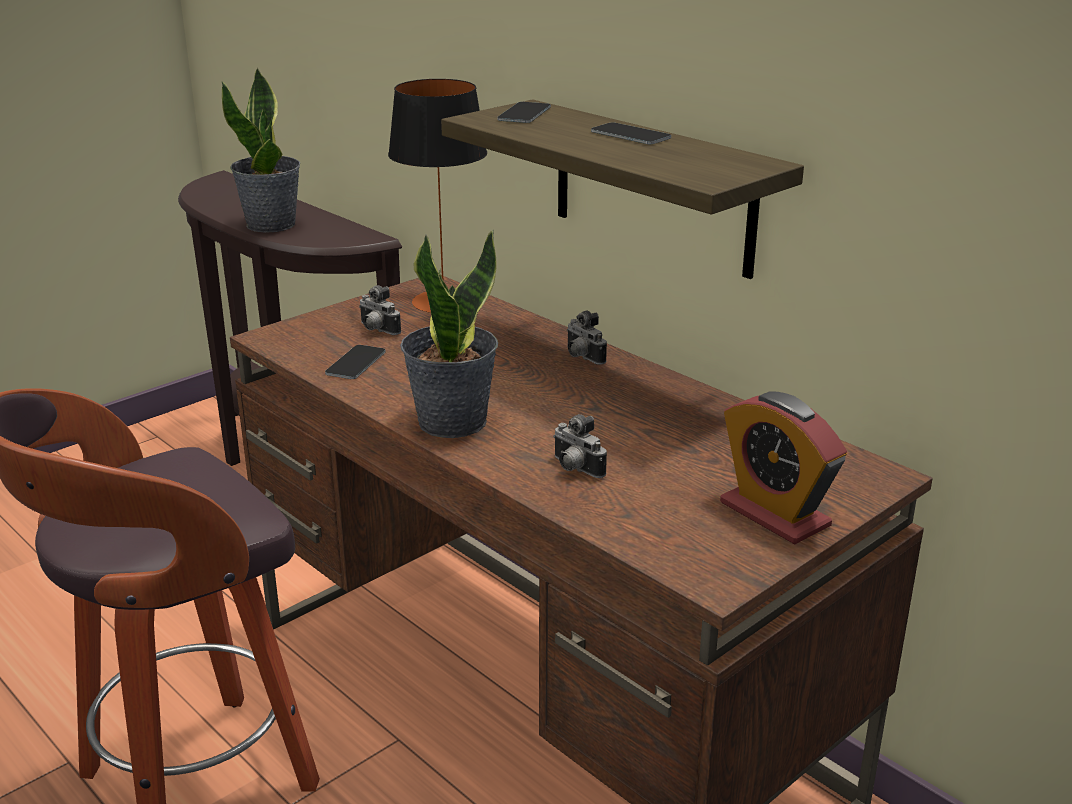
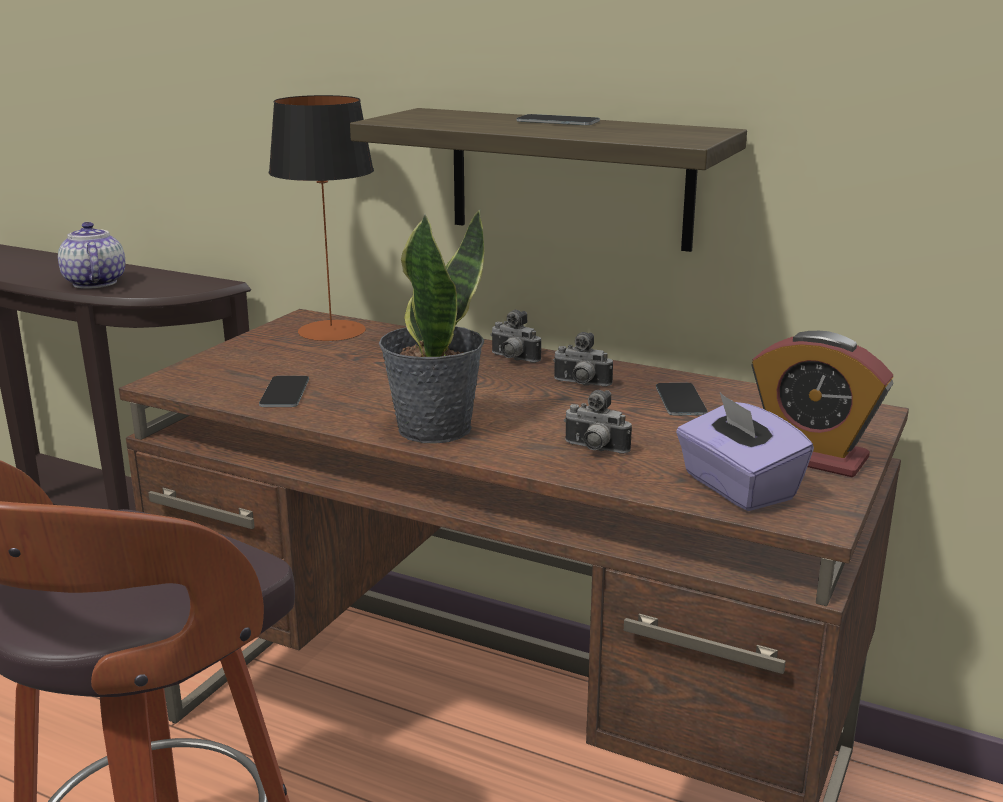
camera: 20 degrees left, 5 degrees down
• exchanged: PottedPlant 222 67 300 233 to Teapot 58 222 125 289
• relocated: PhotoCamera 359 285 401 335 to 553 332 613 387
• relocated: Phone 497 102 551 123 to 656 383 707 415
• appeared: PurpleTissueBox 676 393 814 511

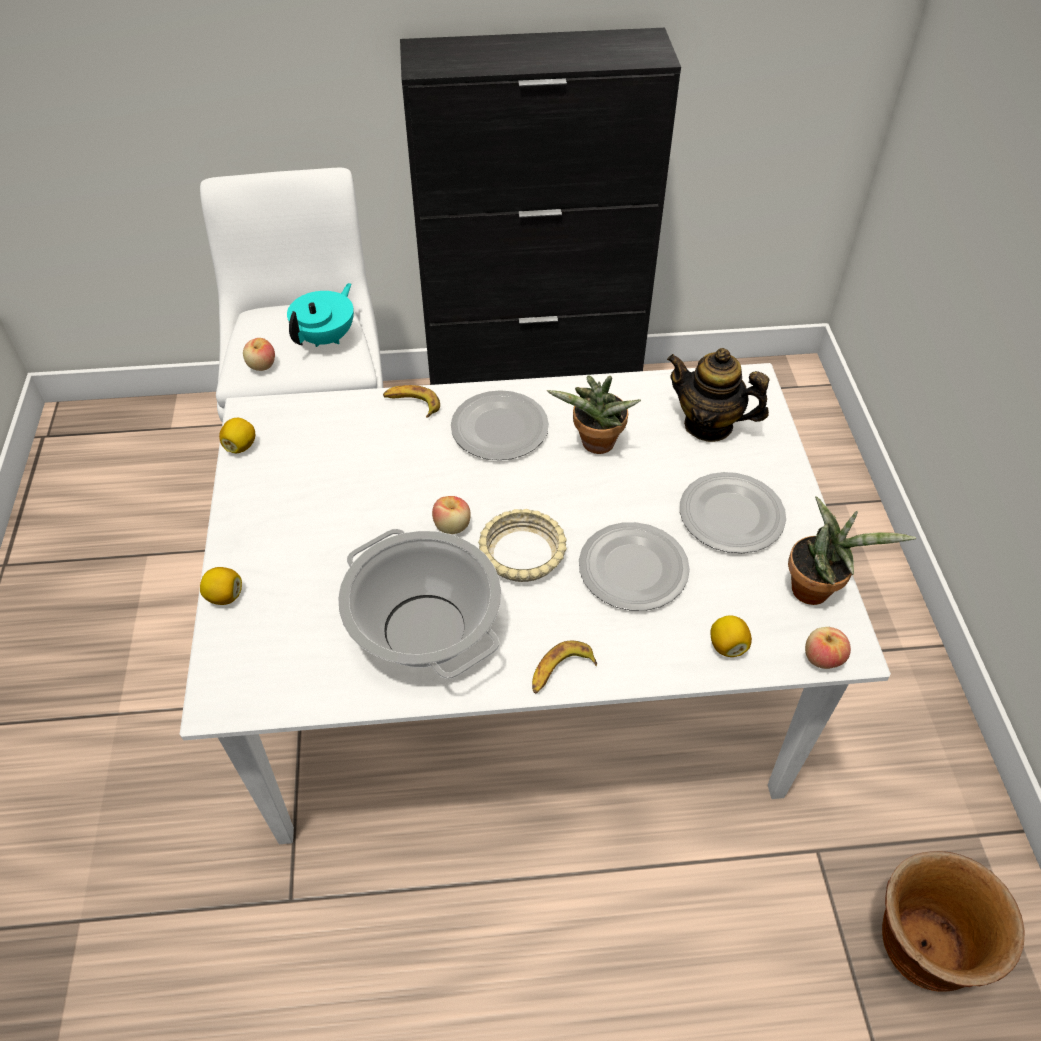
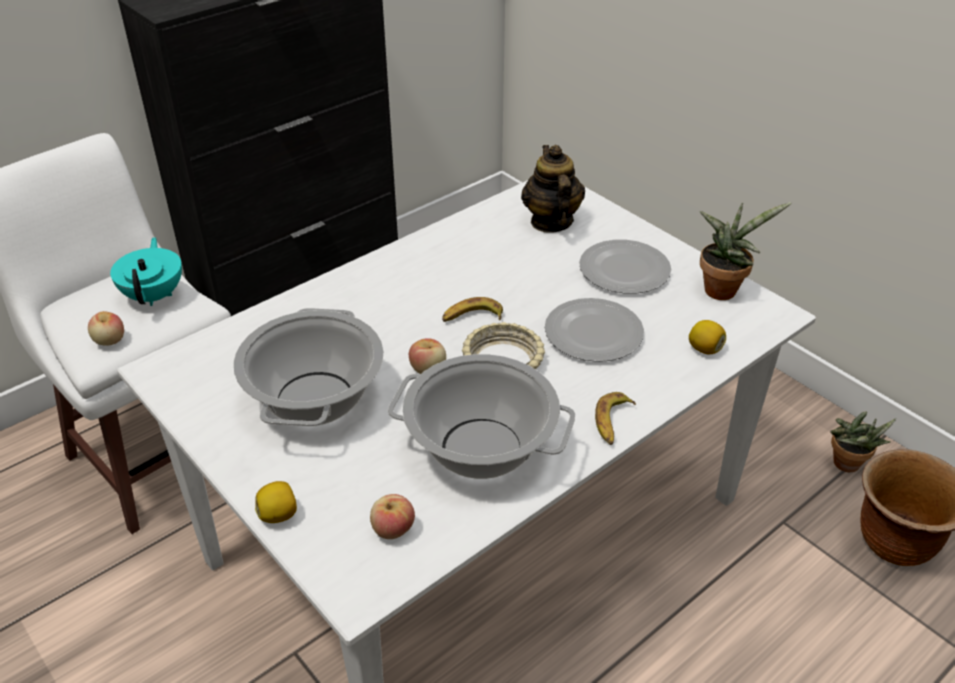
camera: 35 degrees left, 10 degrees down
• appeared: CookingPot 233 308 384 426
• relocated: Apple 805 627 851 669 to 370 494 415 539
• relocated: Banana 383 385 440 418 to 442 297 503 322
• spun: Teapot 667 348 769 442 = 521 145 585 233 90 degrees clockwise
• relocated: PottedPlant 547 375 641 454 to 830 411 896 473
• missing: Lemon 219 418 255 453
• missing: Plate 451 390 549 460

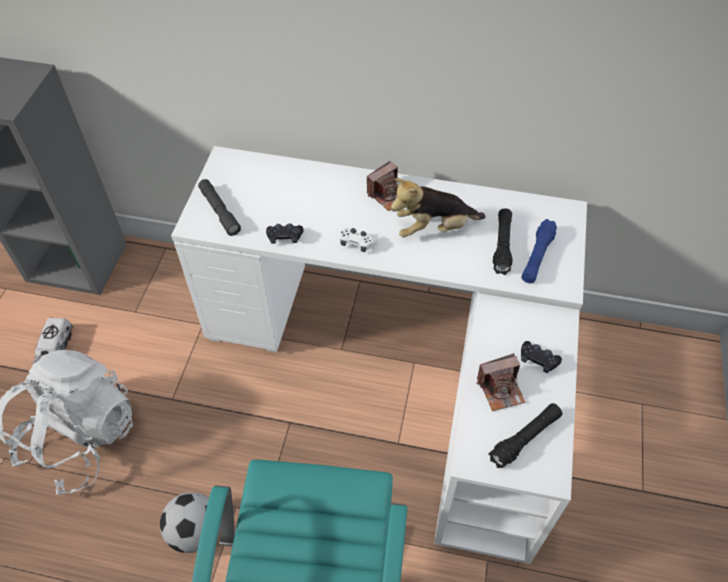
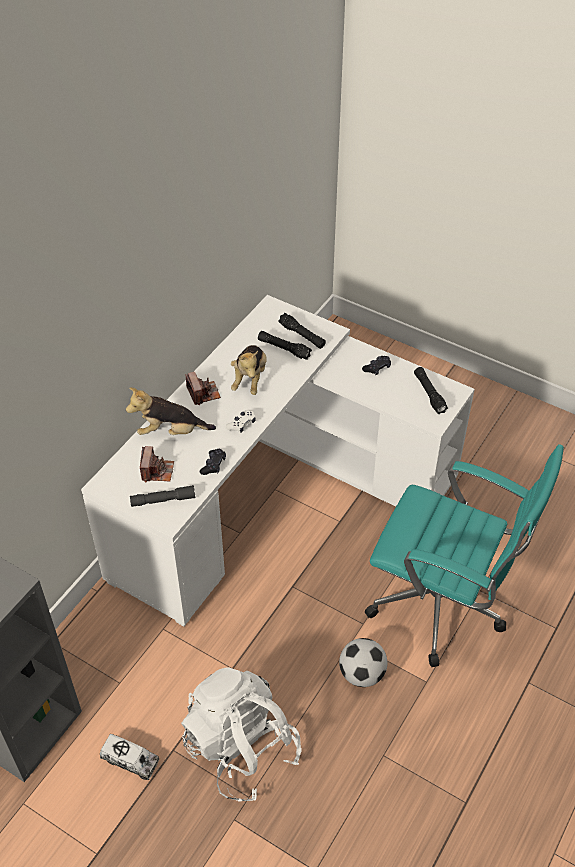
camera: 70 degrees left, 5 degrees down
• appeared: PlushToy 126 387 216 435
• relocated: PhotoCamera 477 353 525 411 to 140 446 174 482
• colour: BlueFlashlight 522 219 557 283 to BlackFlashlight 278 313 326 349

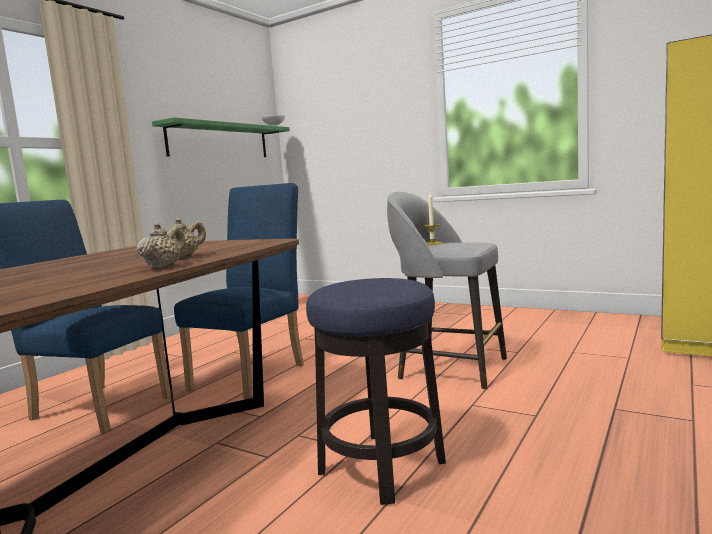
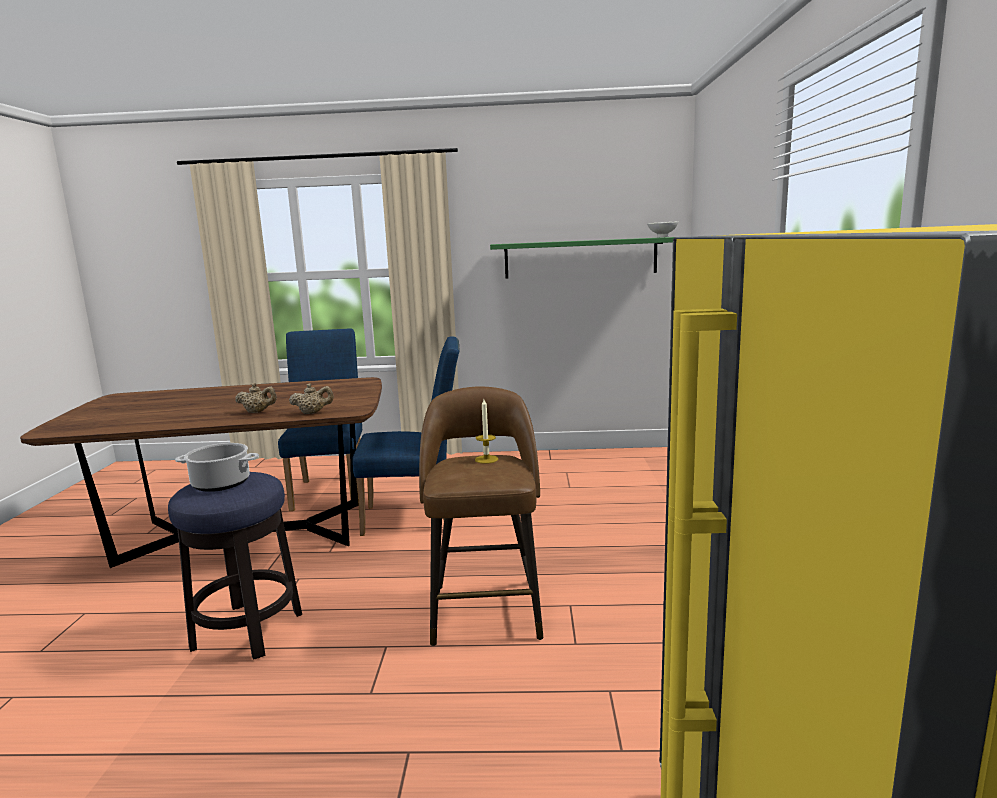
camera: 60 degrees right, 5 degrees up
• appeared: CookingPot 175 443 259 492
• relocated: BeigeTeapot 137 222 185 269 to 289 384 334 414
• colour: GreyStool 387 192 507 390 to BrownStool 419 387 543 646

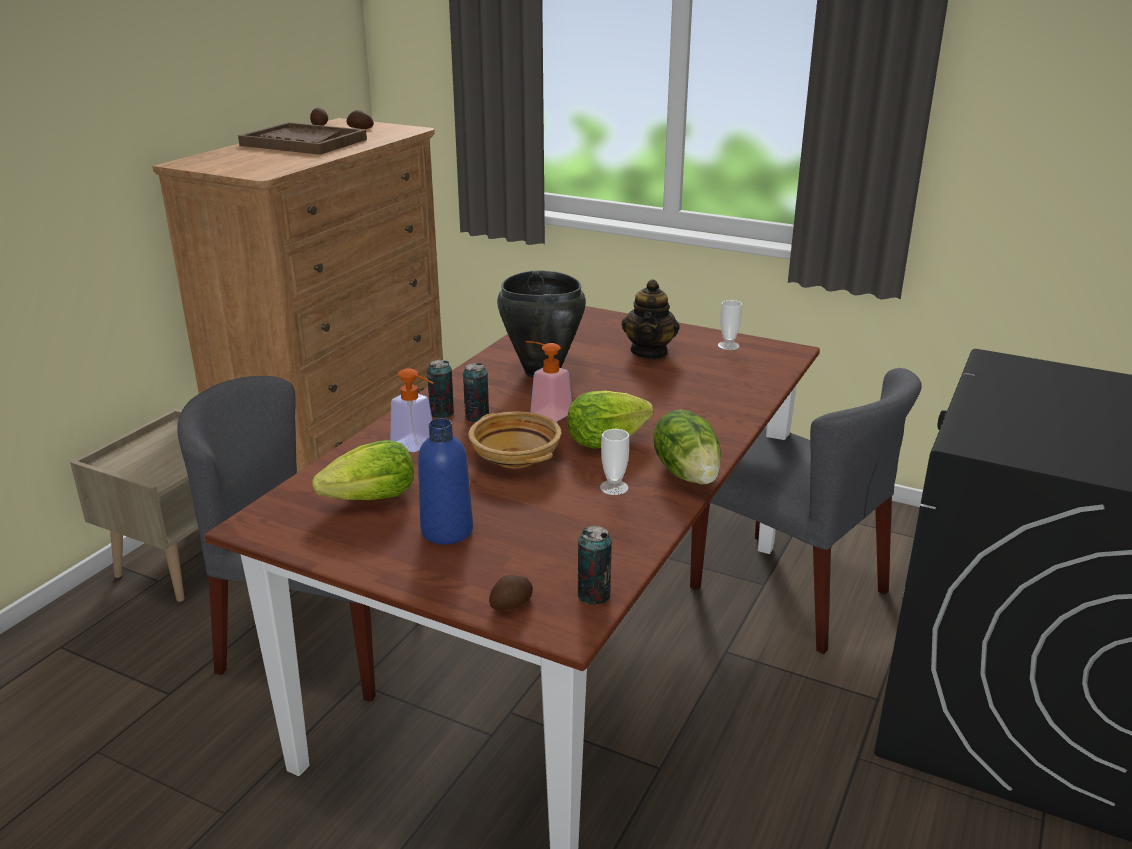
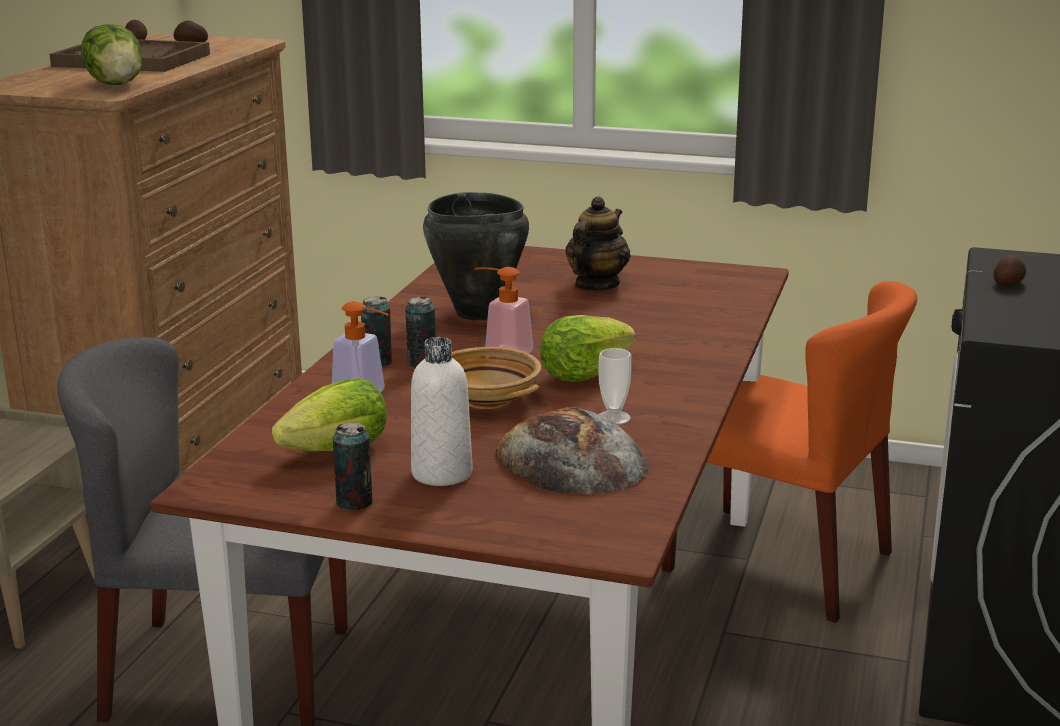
camera: 10 degrees left, 5 degrees down
• relocated: Lettuce 654 409 721 484 to 81 24 142 85
• relocated: Can 578 526 612 605 to 333 422 373 510
• colour: BlueBottle 418 418 473 544 to WhiteBottle 411 337 473 486
• appeared: Bread 495 407 649 495
• spun: Teapot 622 279 680 359 = 565 196 631 290 150 degrees counterclockwise
• colour: GreyChair 690 368 922 654 to OrangeChair 662 281 917 623
• relocated: Potato 489 575 533 610 to 994 255 1026 285
• missing: Cup 718 300 742 350

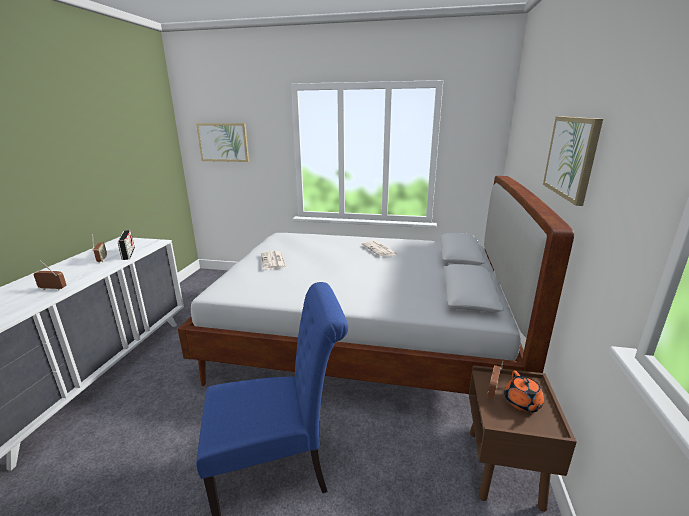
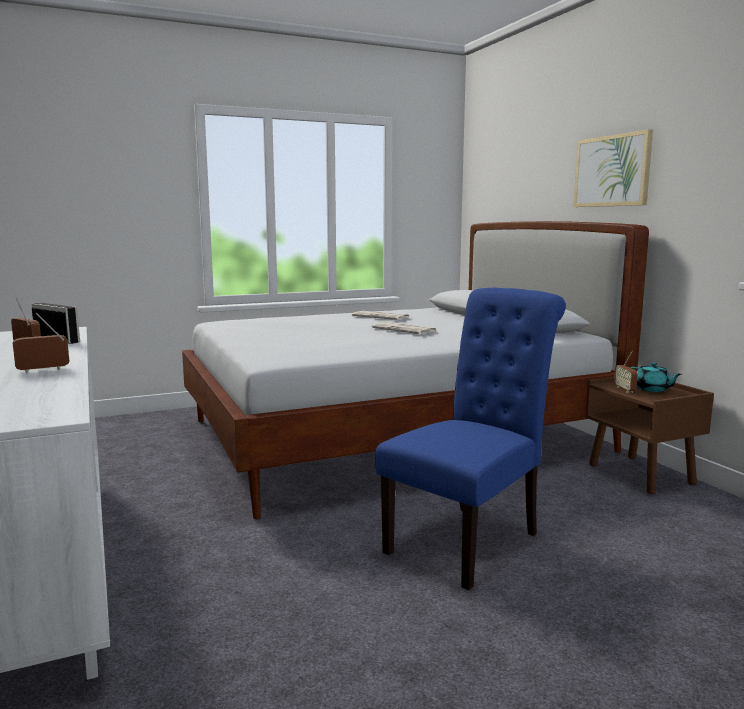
camera: 35 degrees left, 10 degrees down
• relocated: Newspaper 261 251 287 270 to 372 322 436 334
• colour: OrangeTeapot 504 371 544 412 to TurquoiseTeapot 630 363 682 392
• missing: Picture 196 123 249 162

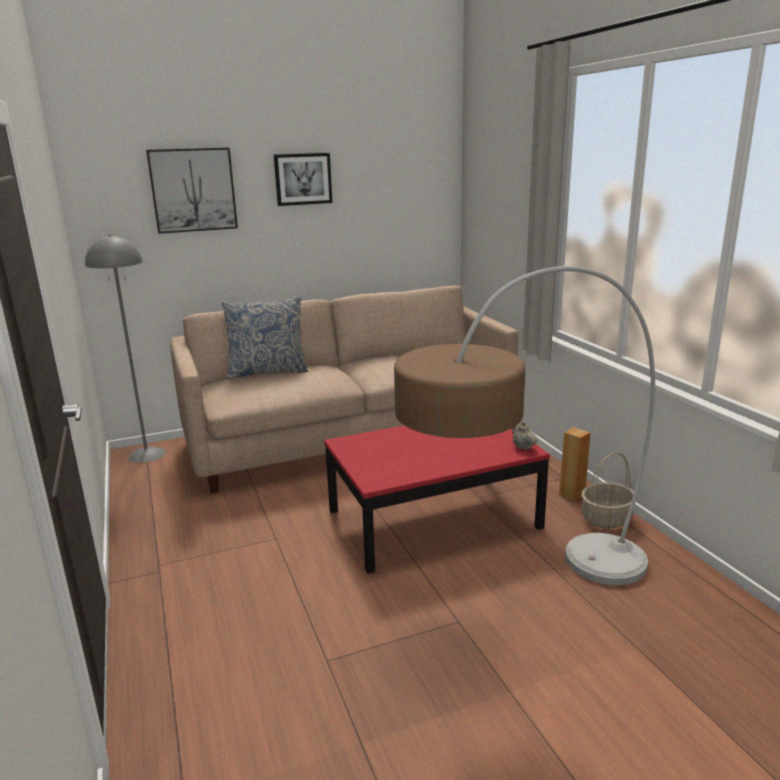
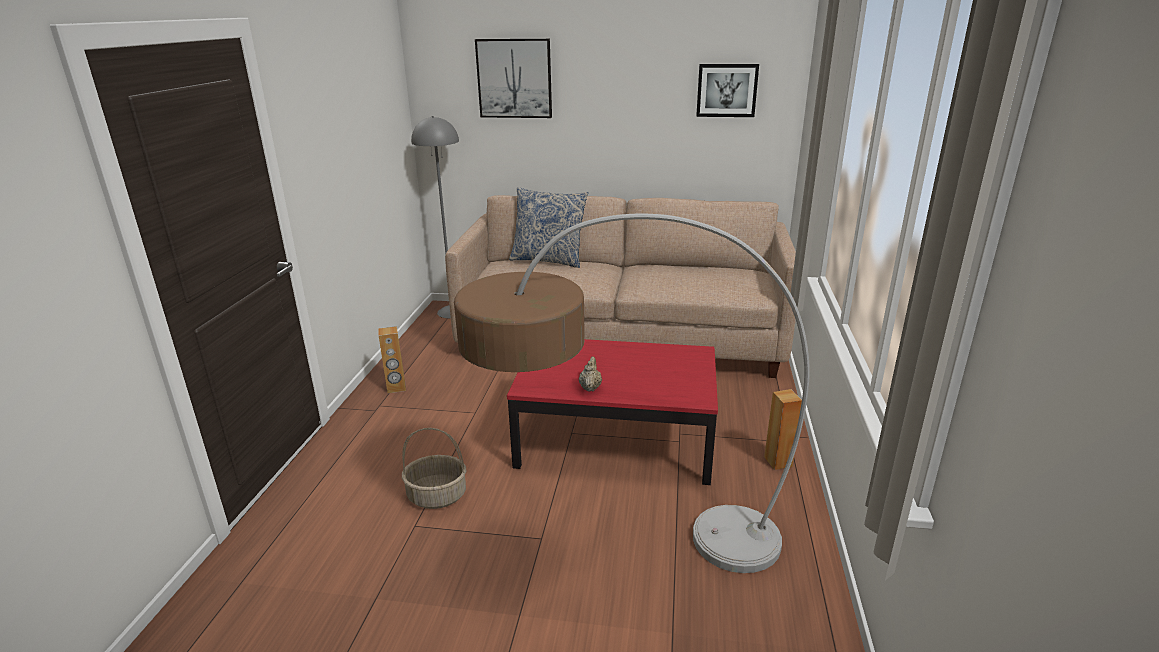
camera: 30 degrees right, 5 degrees up
• appeared: BrownSpeaker 378 326 406 393
• relocated: Basket 581 452 637 528 to 402 428 467 509
• relocated: BeigeTeapot 512 421 537 450 to 579 357 602 391
• relocated: Picture 274 153 332 206 to 696 64 759 117

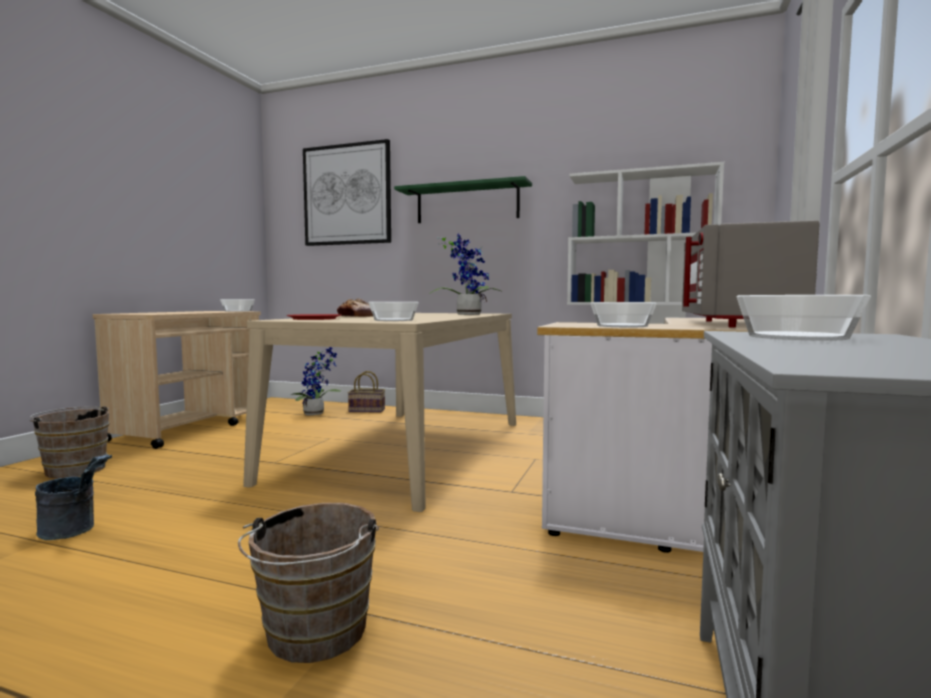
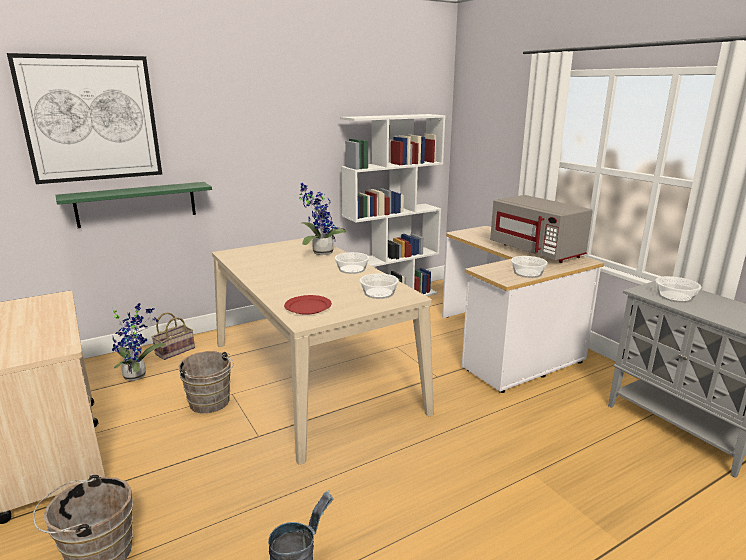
camera: 50 degrees left, 15 degrees up
• relocated: GreenShelf 394 176 532 223 to 55 182 212 228
• relocated: BrownBucket 238 503 379 663 to 178 351 234 413
• relocated: Bowl 220 299 255 312 to 335 252 369 274
• missing: Bread 337 298 373 317

